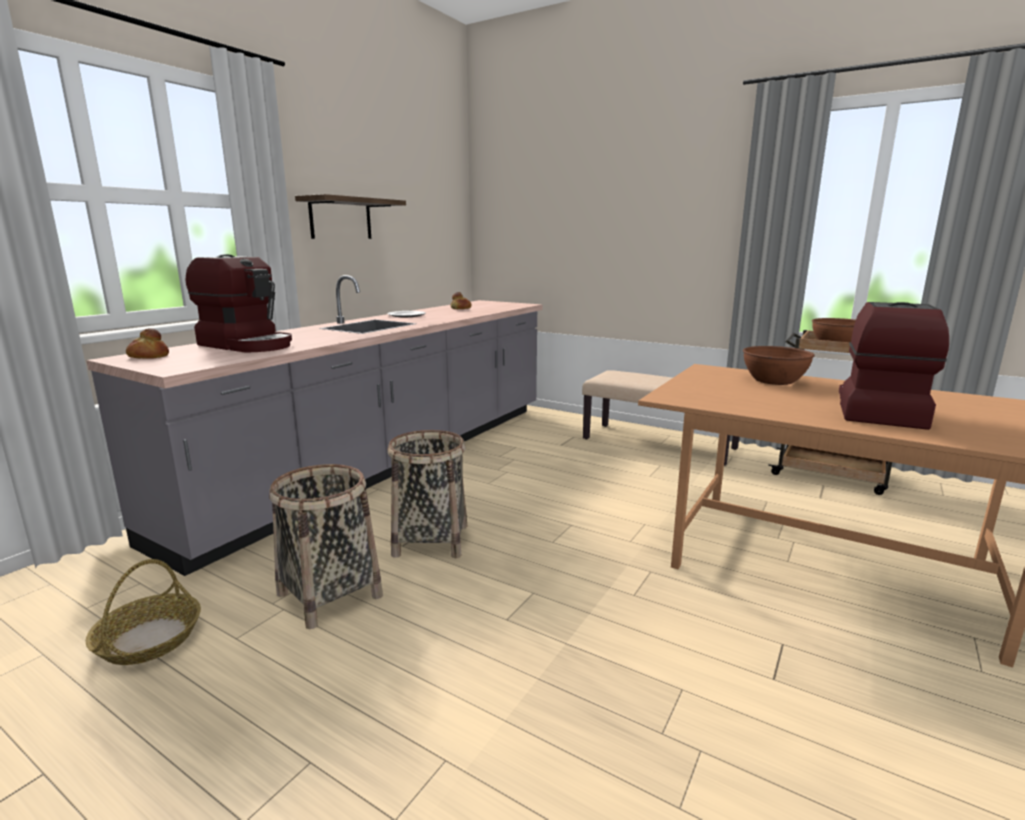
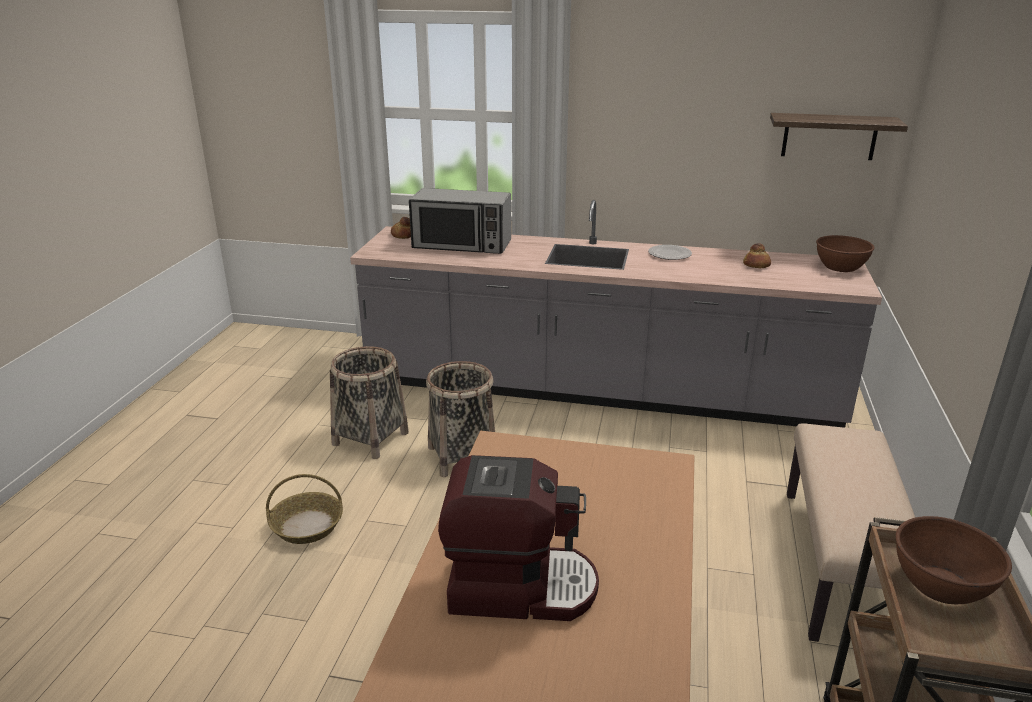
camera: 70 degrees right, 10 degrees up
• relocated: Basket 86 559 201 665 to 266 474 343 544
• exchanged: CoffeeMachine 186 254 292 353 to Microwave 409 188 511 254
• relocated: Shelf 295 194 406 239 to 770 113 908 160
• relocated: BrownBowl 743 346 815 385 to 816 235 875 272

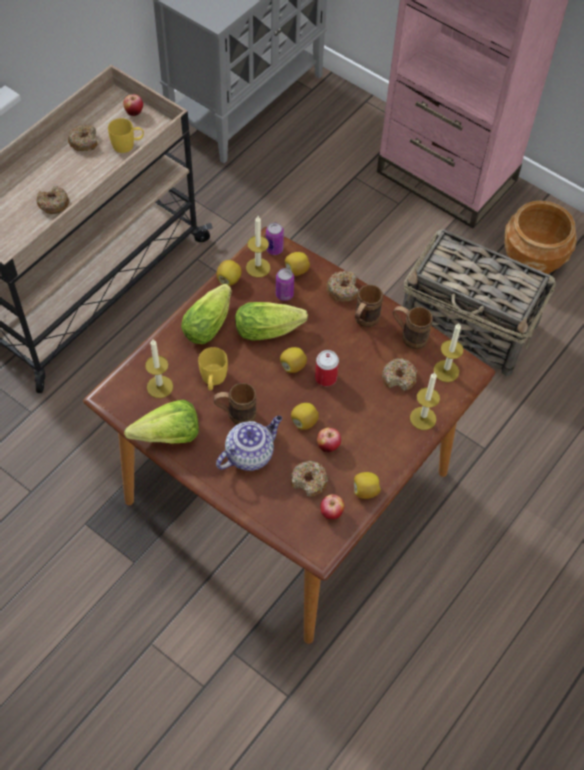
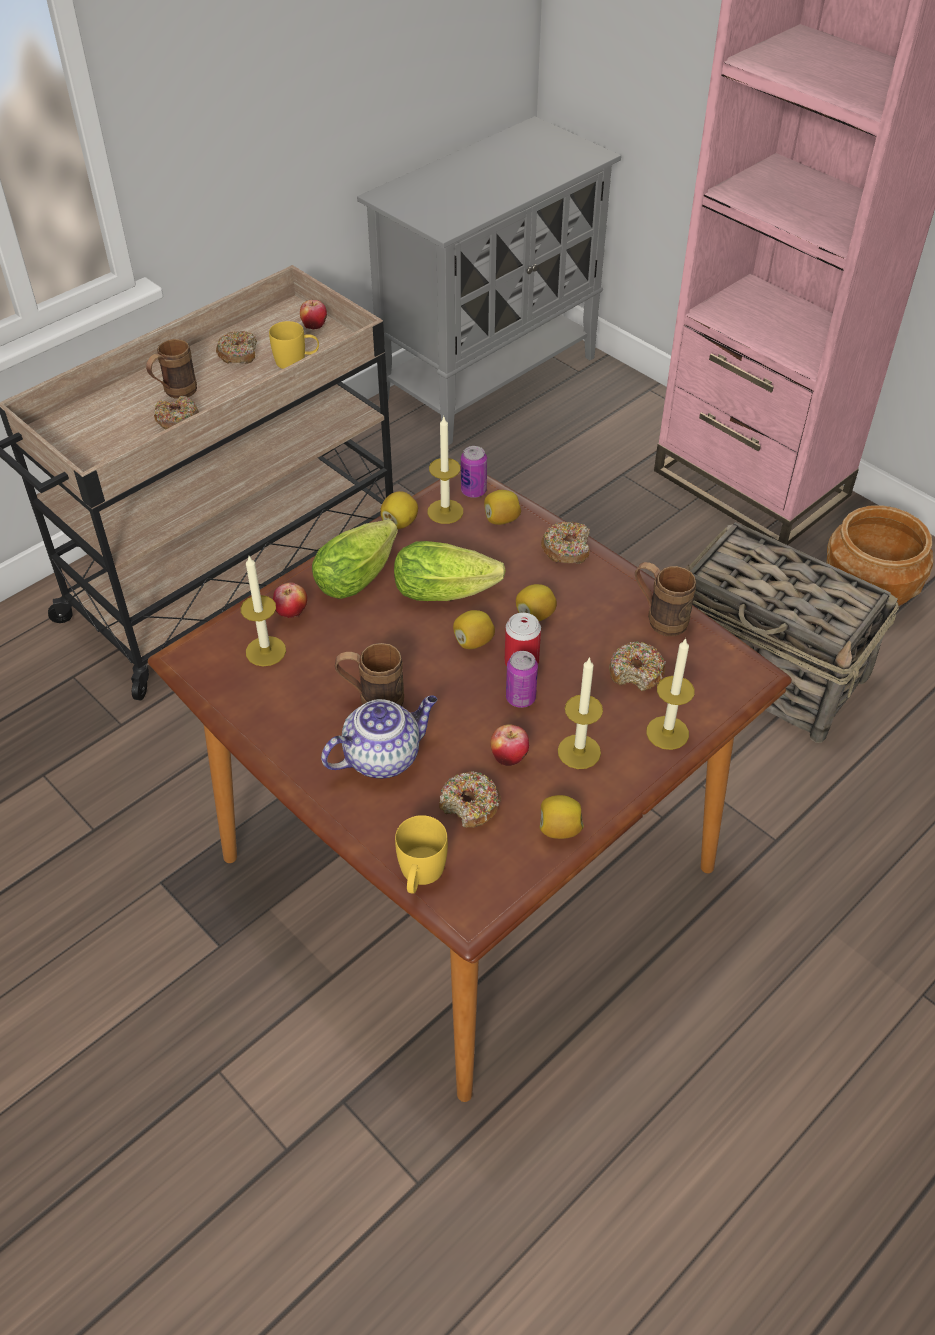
camera: 10 degrees right, 10 degrees down
• relocated: BrownMug 355 285 383 327 to 146 339 197 399
• relocated: Apple 320 494 345 519 to 273 582 307 618
• relocated: YellowMug 198 347 228 390 to 395 815 448 894
• relocated: Can 276 268 294 301 to 506 651 538 708
• relocated: Lemon 291 403 319 430 to 516 584 557 621
• relocated: Candle 433 323 464 382 to 558 657 603 769
• missing: Lettuce 124 400 199 444

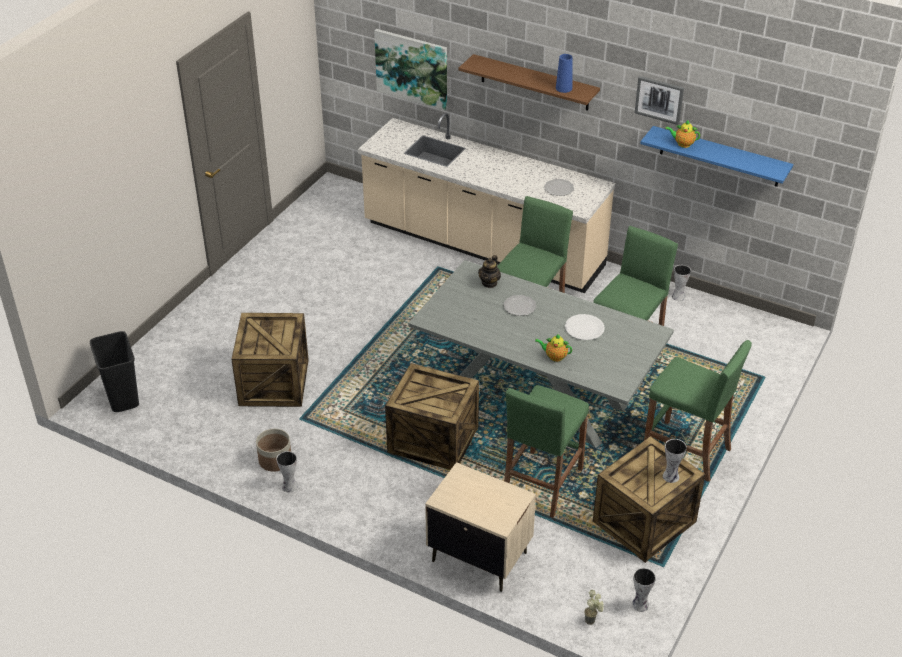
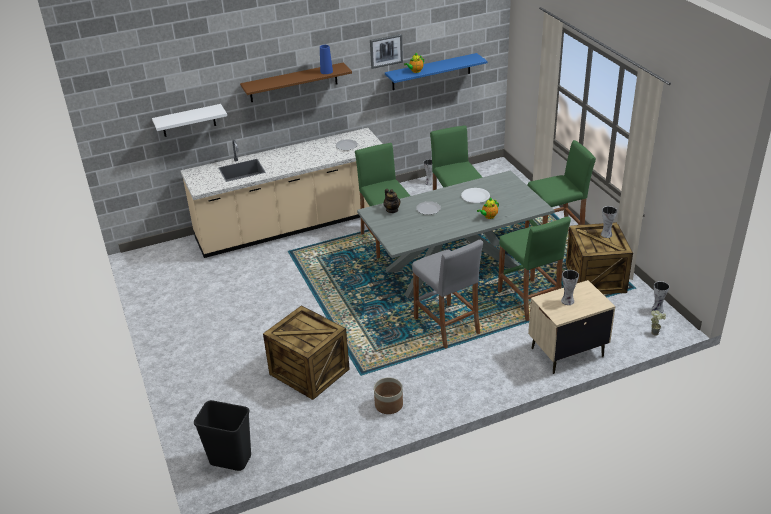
camera: 50 degrees left, 5 degrees down
• exchanged: Picture 374 29 447 111 to WhiteShelf 152 104 227 137
• exchanged: Crate 385 363 479 470 to GreyStool 412 240 483 349
• relocated: Vase 276 451 298 492 to 561 270 579 305

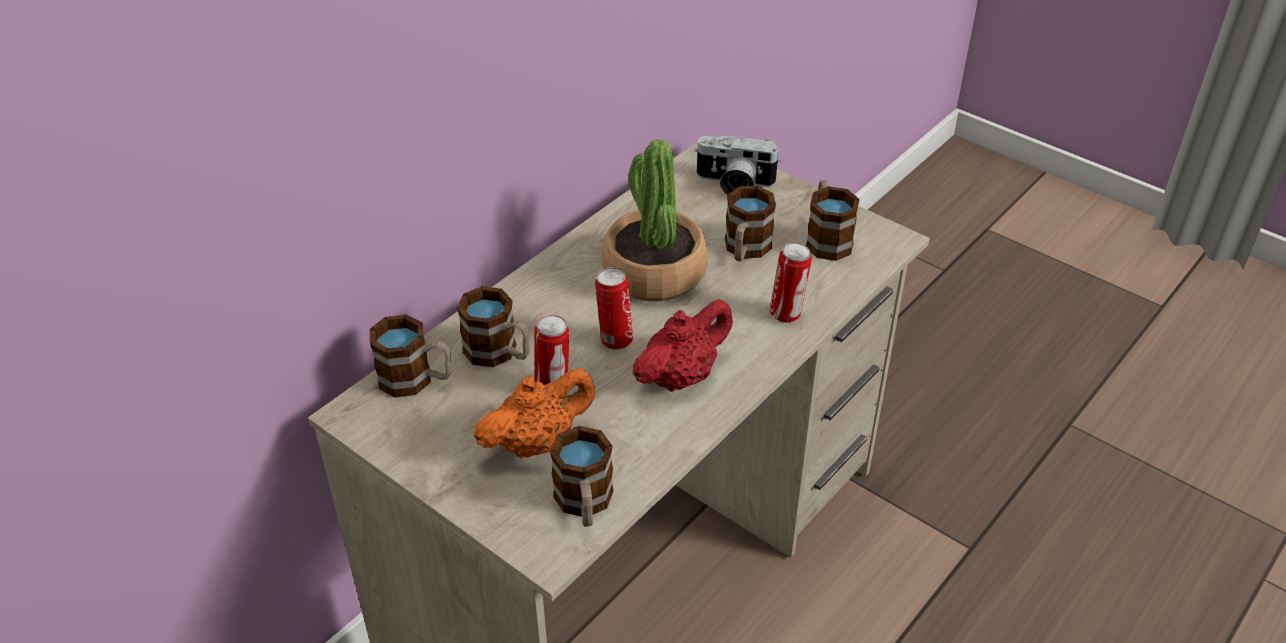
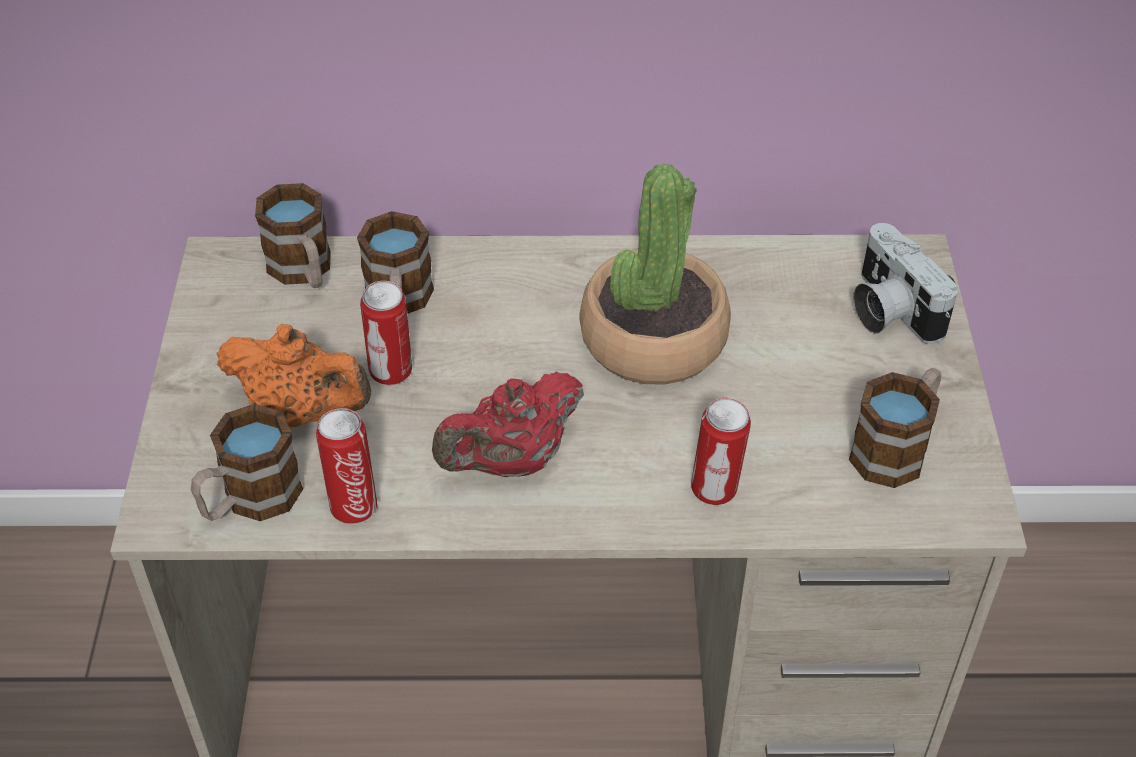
camera: 50 degrees right, 5 degrees up
• relocated: Can 595 267 633 350 to 316 408 377 524
• spun: RedTeapot 632 299 733 392 = 432 372 584 477 135 degrees clockwise
• missing: Mug 725 186 776 261

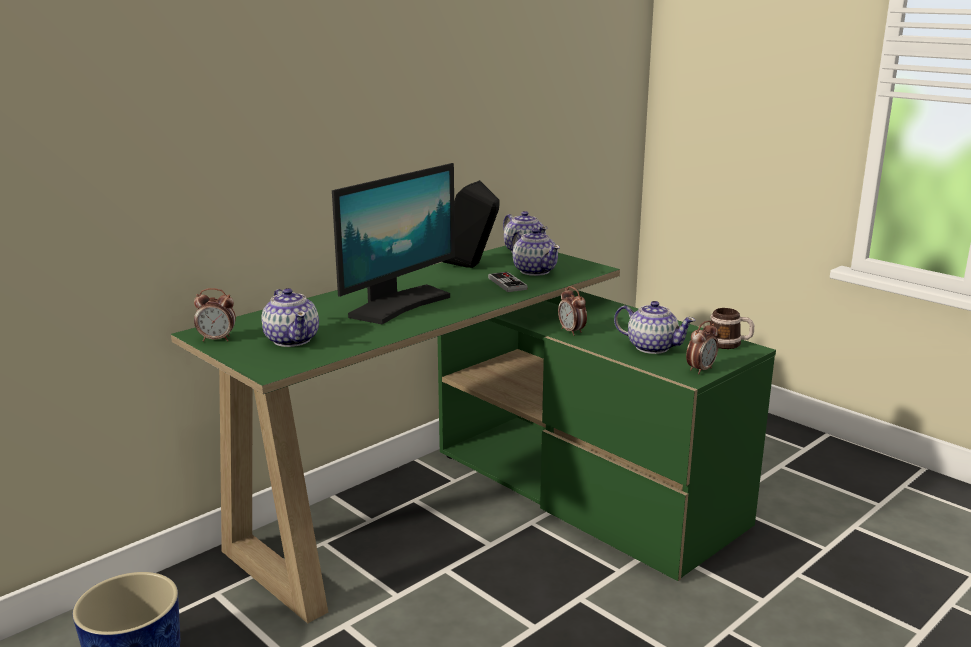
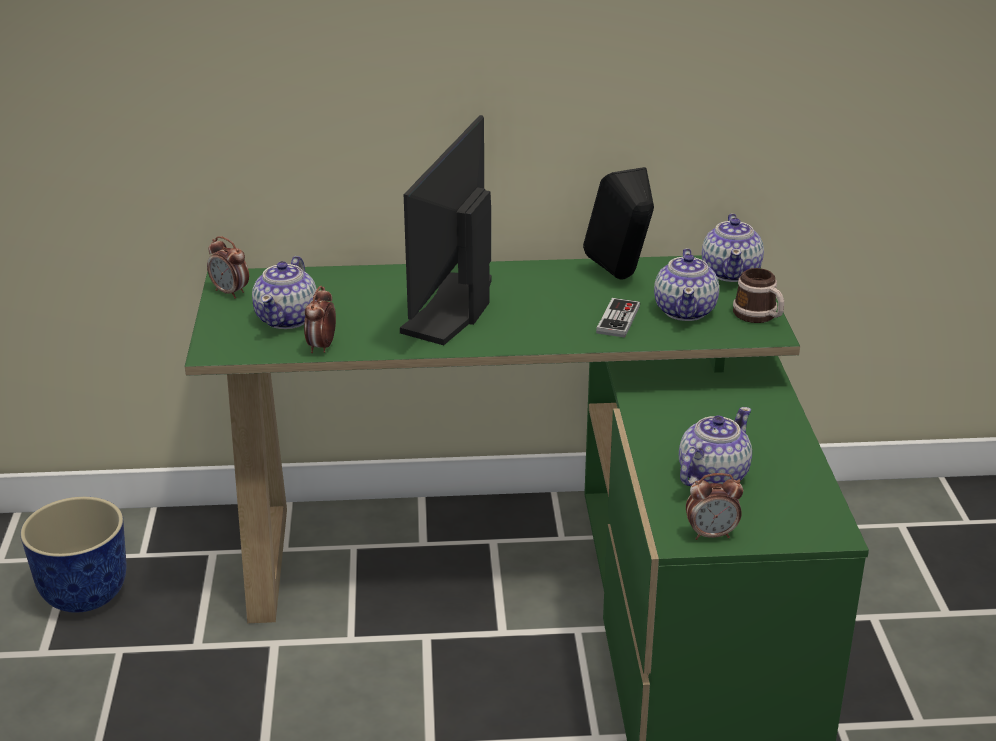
camera: 40 degrees right, 10 degrees up
• relocated: AlarmClock 558 286 587 336 to 304 286 336 353
• spun: Monitor 332 163 455 324 = 400 115 492 345 120 degrees clockwise
• spun: Teapot 614 301 696 354 = 679 407 752 486 120 degrees counterclockwise
• relocated: Mug 710 308 754 349 to 733 268 784 323

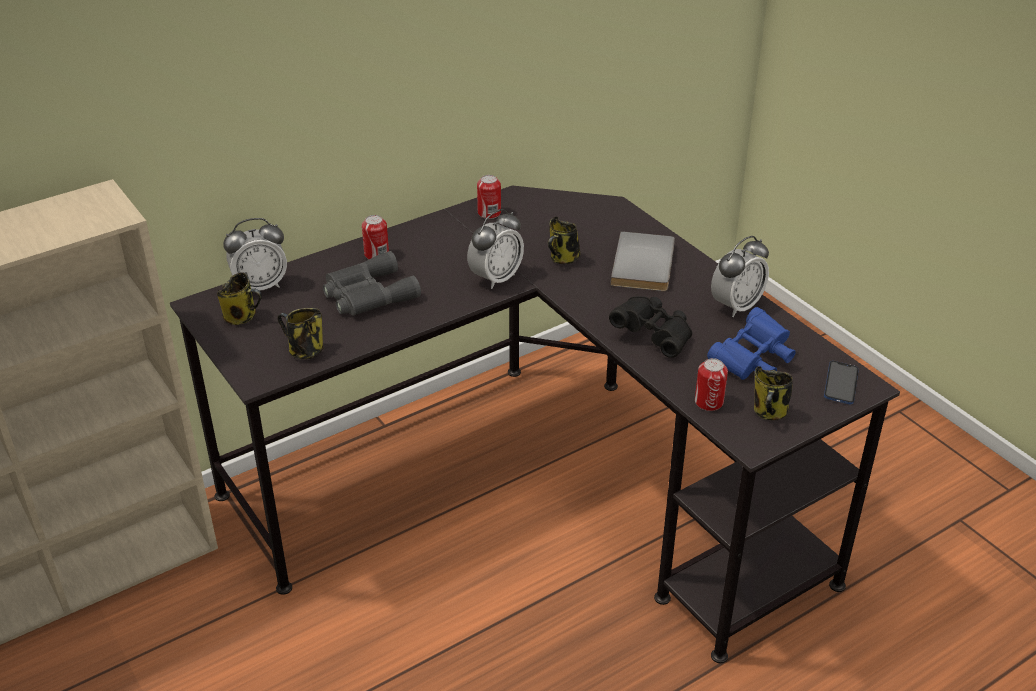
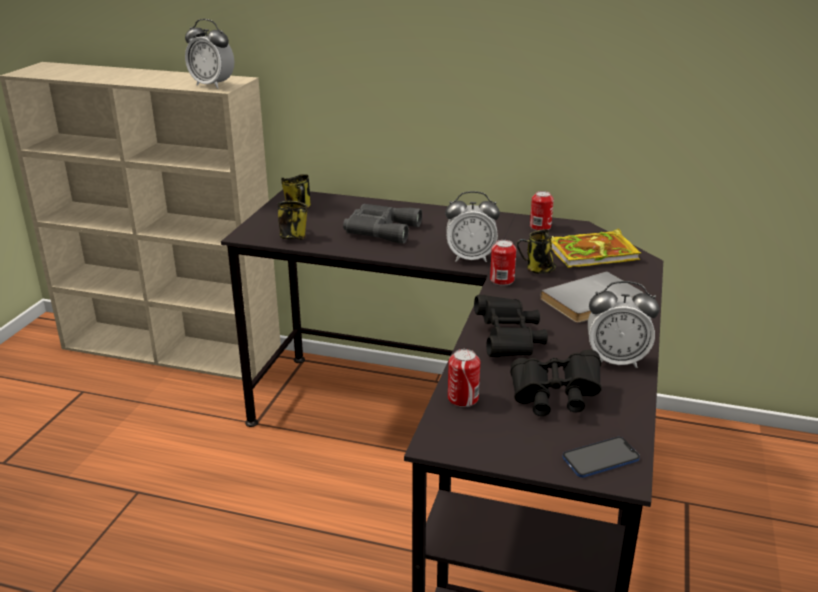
camera: 50 degrees right, 10 degrees down
• relocated: AlarmClock 223 218 287 291 to 185 19 234 89
• relocated: Can 362 215 389 259 to 490 240 516 286
• colour: BlueBinoculars 707 307 796 380 to BlackBinoculars 511 349 602 416
• appeared: Book 551 229 641 268
• missing: Mug 754 366 793 420

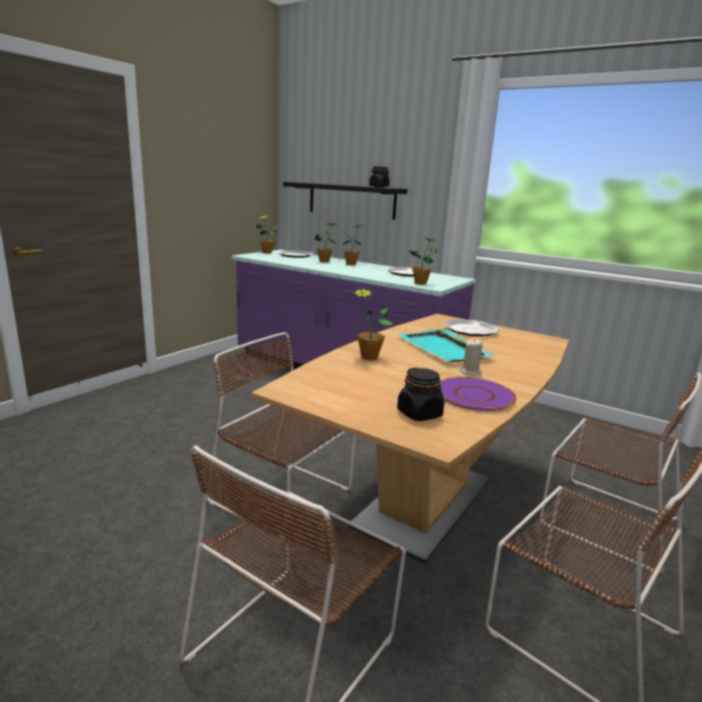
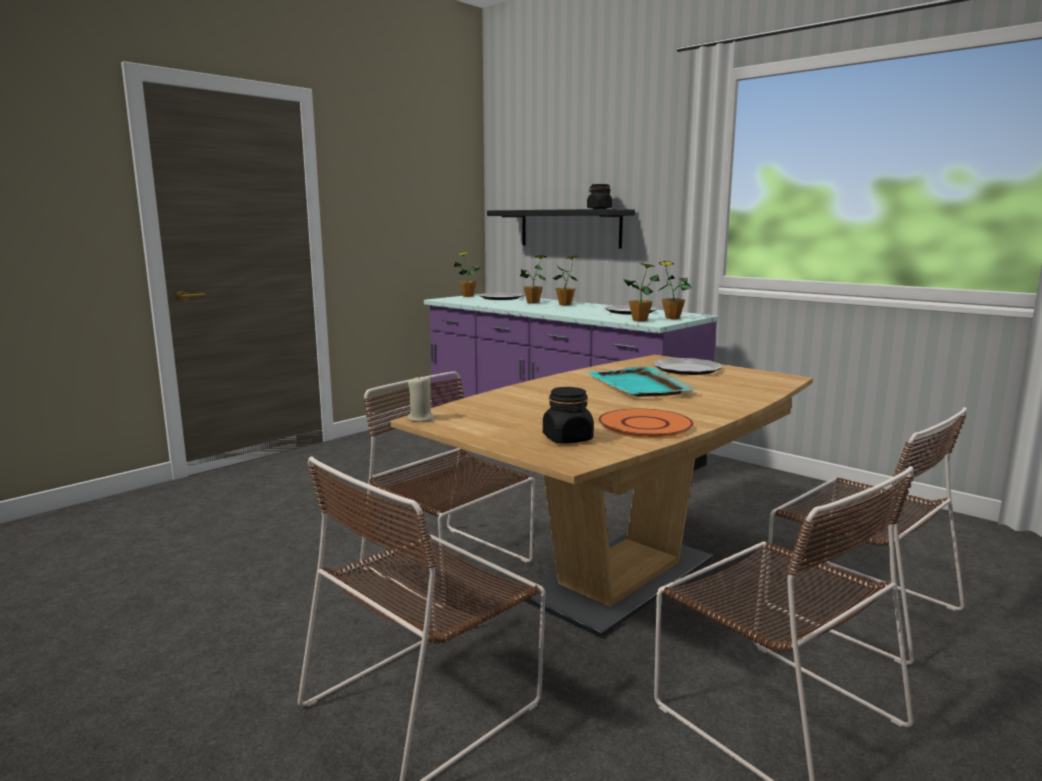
camera: 10 degrees right, 5 degrees down
• relocated: BeigeCandle 460 339 482 375 to 407 375 436 422
• colour: PurplePlate 439 377 516 411 to OrangePlate 598 408 694 438
• relocated: PottedPlant 353 288 393 360 to 658 261 692 319

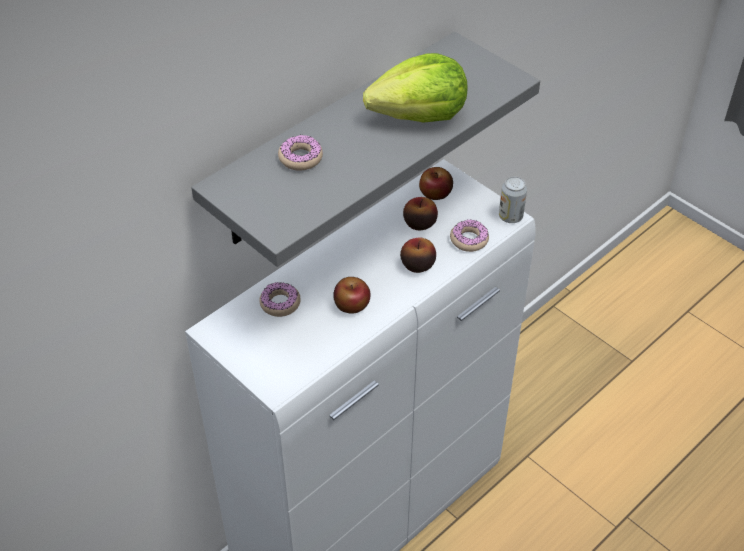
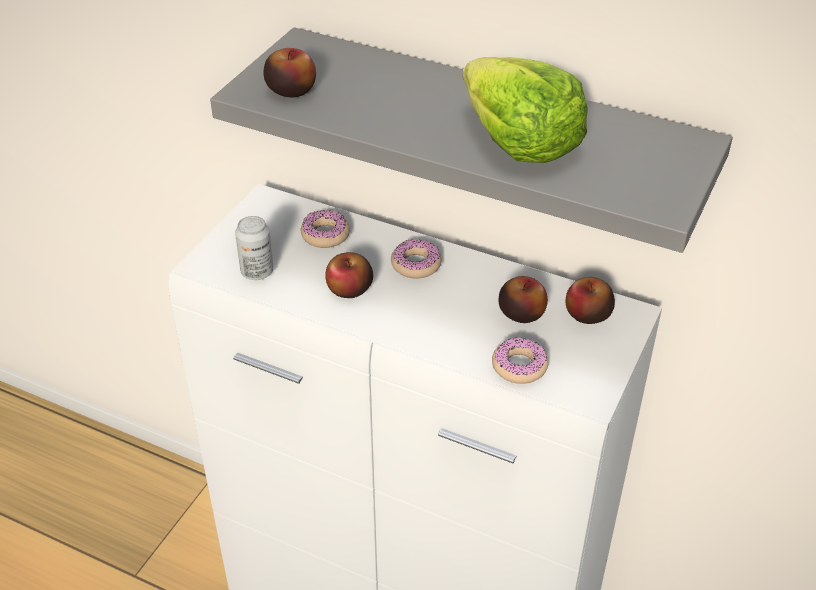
camera: 70 degrees right, 5 degrees down
• relocated: Can 499 176 527 223 to 235 216 274 280
• relocated: Apple 400 238 436 273 to 264 48 316 98
• relocated: Donut 278 135 323 171 to 391 239 442 278

